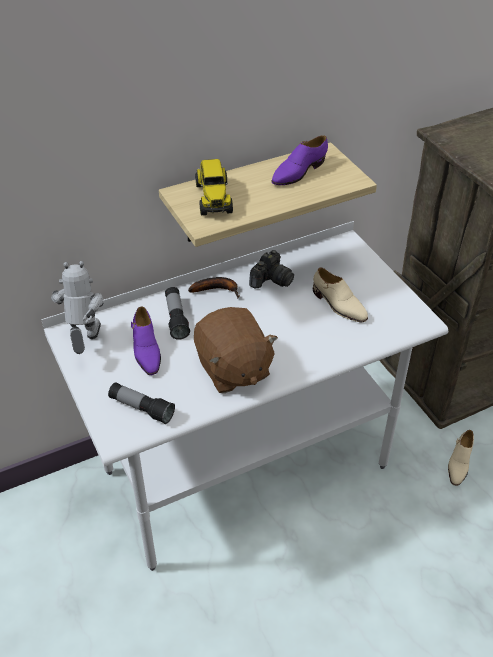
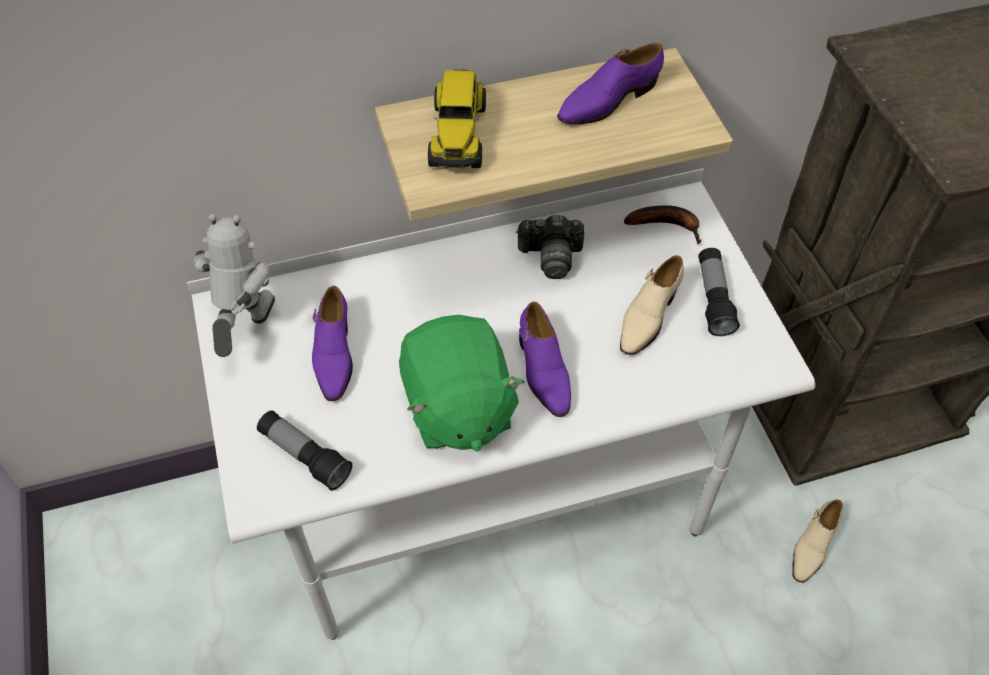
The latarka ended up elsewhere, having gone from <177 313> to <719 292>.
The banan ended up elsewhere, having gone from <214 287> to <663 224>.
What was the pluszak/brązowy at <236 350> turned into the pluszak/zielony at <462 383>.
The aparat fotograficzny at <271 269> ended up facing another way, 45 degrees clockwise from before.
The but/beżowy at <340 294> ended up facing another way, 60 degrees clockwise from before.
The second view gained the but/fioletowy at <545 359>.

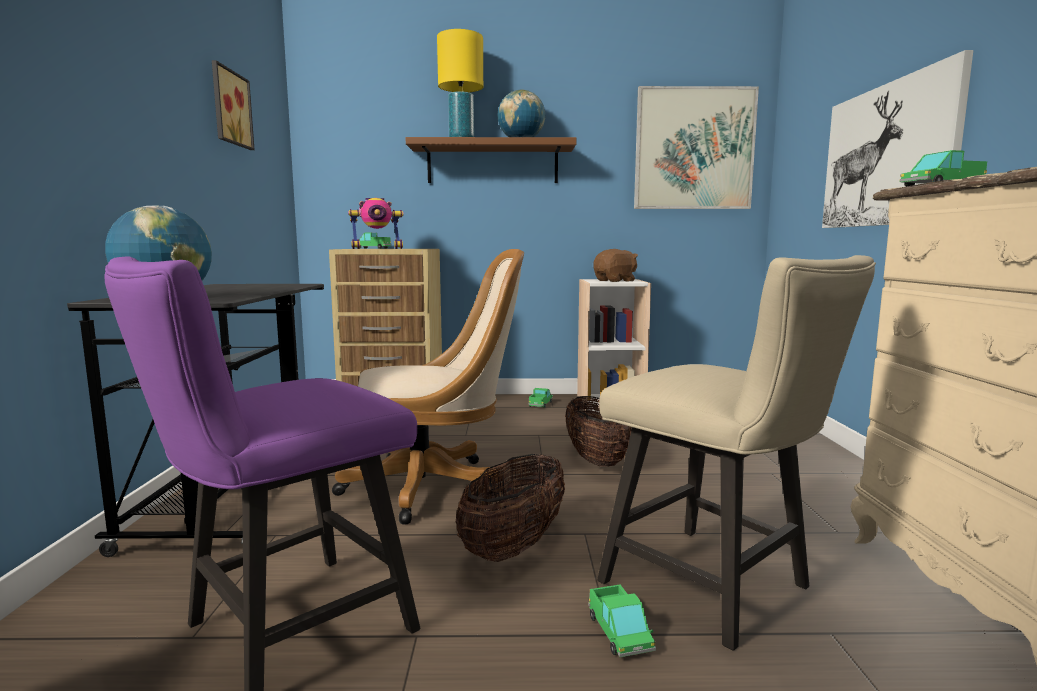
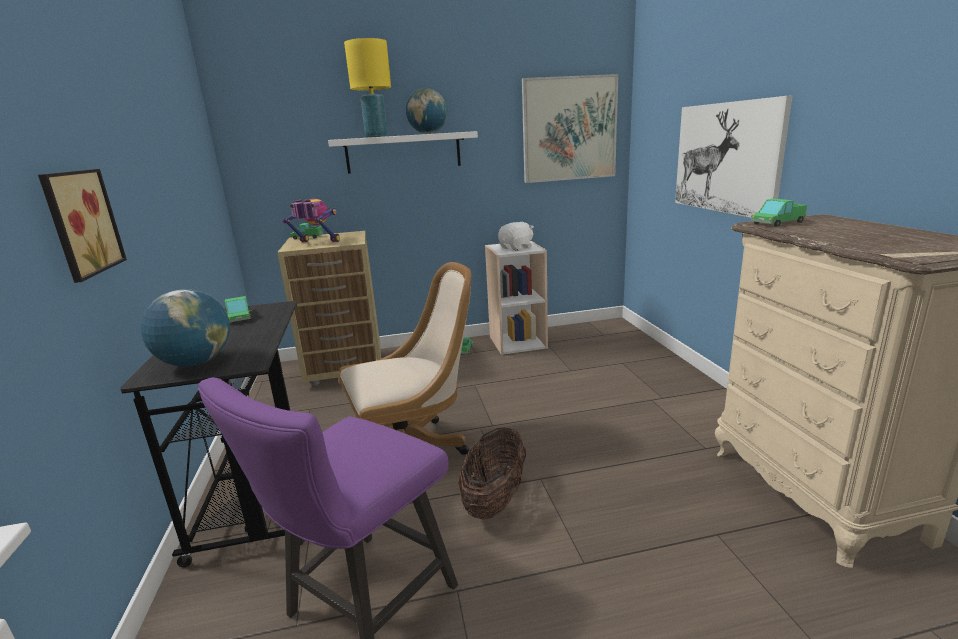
The obraz ended up elsewhere, having gone from <233 105> to <82 226>.
The robot zabawkowy at <376 223> ended up facing another way, 135 degrees counterclockwise from before.
What was the półka/brązowy at <491 160> turned into the półka/biały at <403 152>.
The second view lost the koszyk at <598 431>.
The ciężarówka zabawkowa ended up elsewhere, having gone from <622 621> to <238 309>.
What was the pluszak/brązowy at <615 265> turned into the pluszak/biały at <516 236>.
The second view lost the krzesło/beżowy at <736 453>.

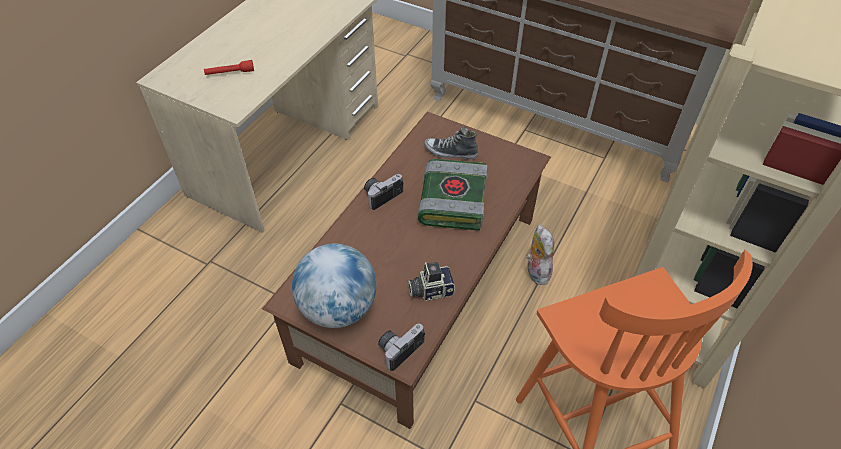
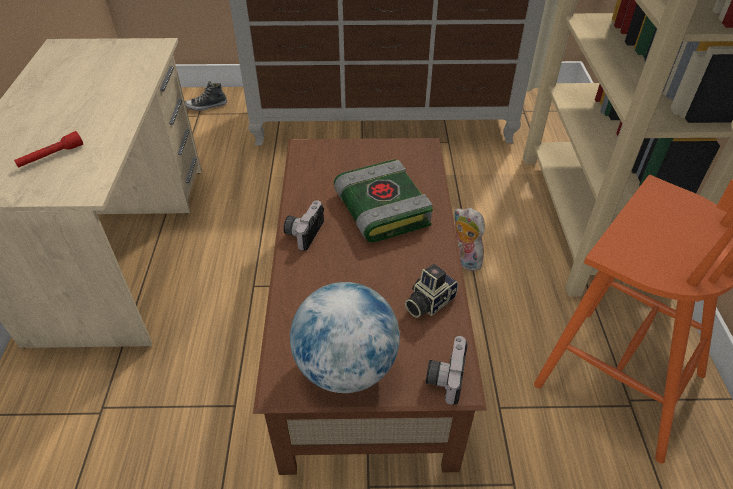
The but ended up elsewhere, having gone from <451 143> to <206 96>.

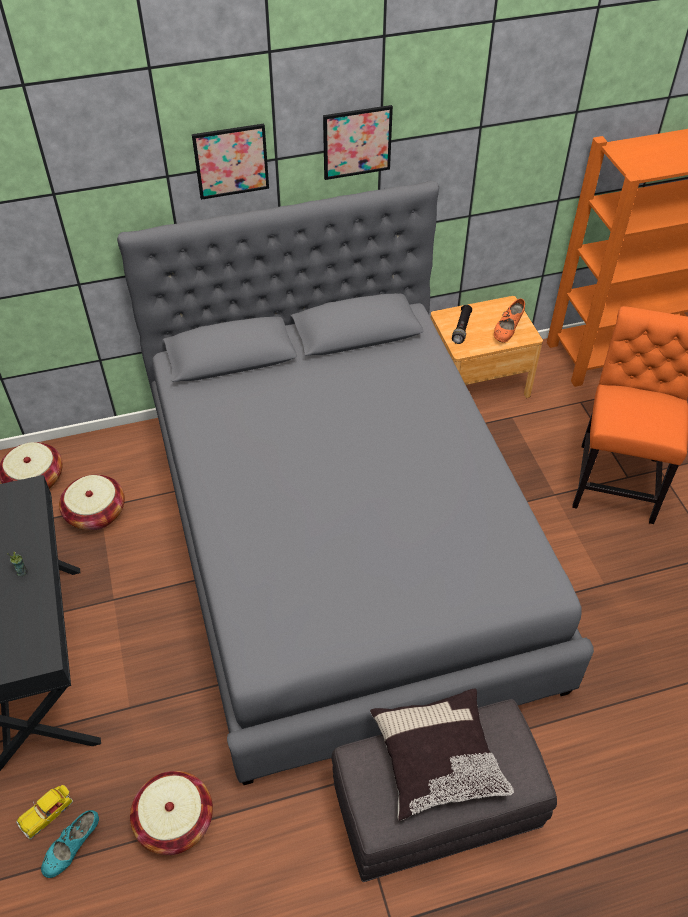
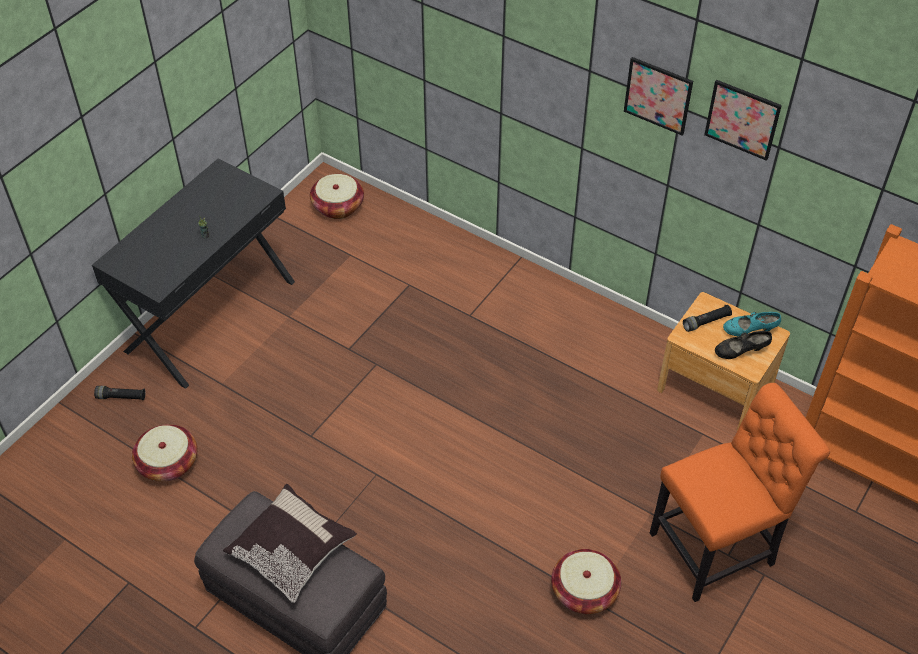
Where the samochodzik stood at <44 812>, the latarka/czarny came to stand at <119 393>.
The but/turkusowy ended up elsewhere, having gone from <70 844> to <752 324>.
The koszyk ended up elsewhere, having gone from <92 502> to <586 581>.
The second view lost the łóżko/szary at <355 483>.
The obraz ended up elsewhere, having gone from <230 162> to <743 120>.
What was the but/pomarańczowy at <509 320> turned into the but/czarny at <743 345>.

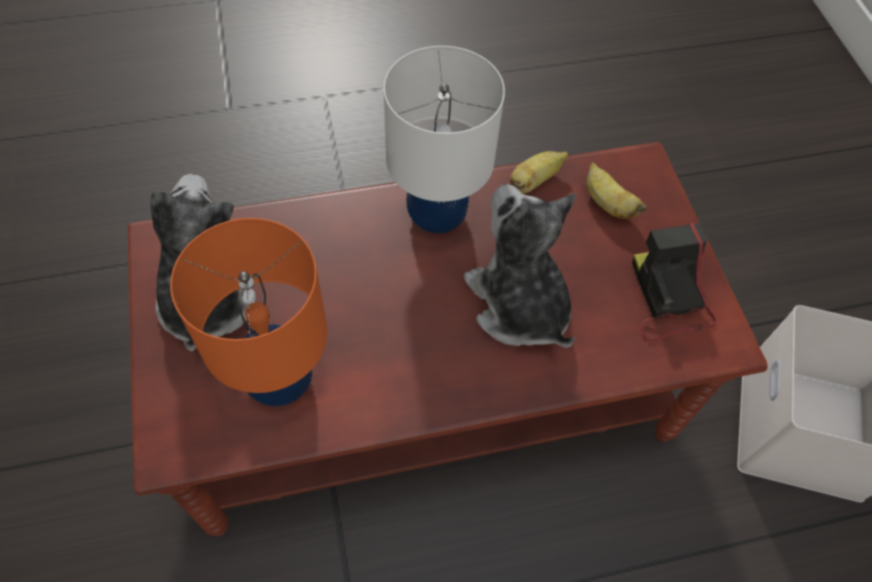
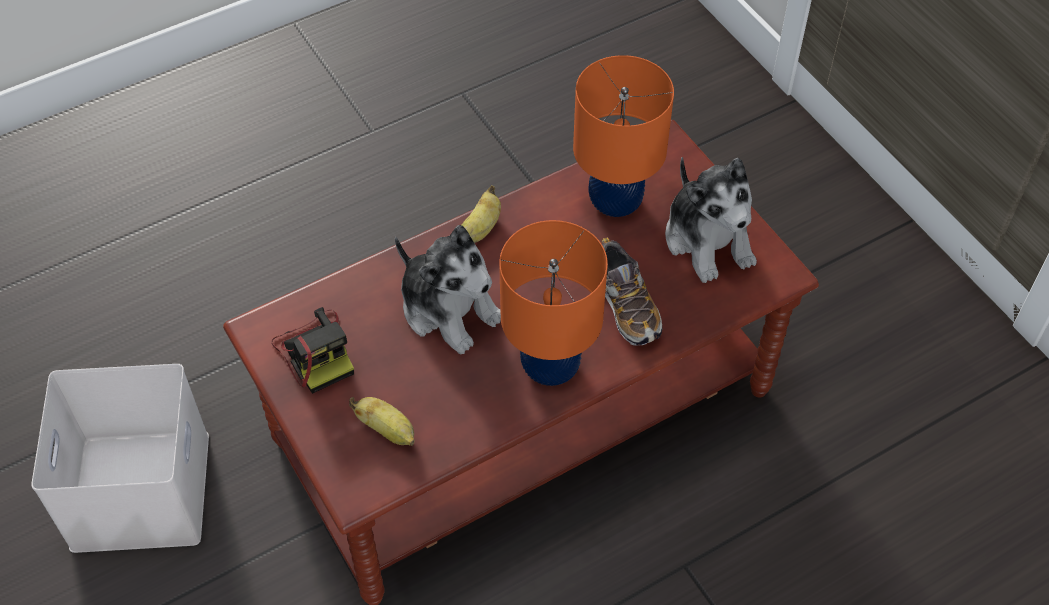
What was the lampa stołowa/biały at <444 140> turned into the lampa stołowa/pomarańczowy at <553 303>.
The banan ended up elsewhere, having gone from <539 172> to <481 214>.
The second view gained the but at <632 292>.

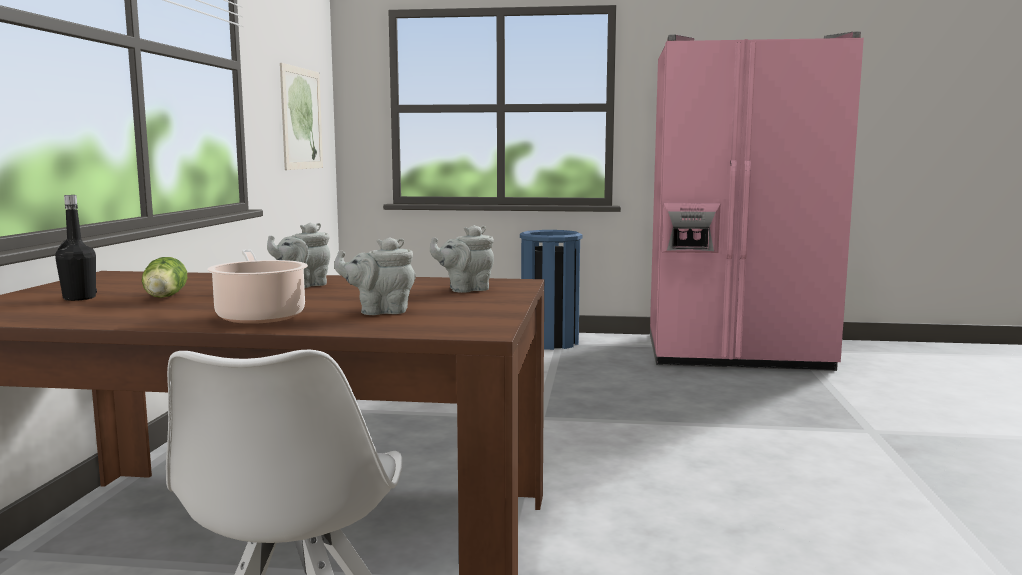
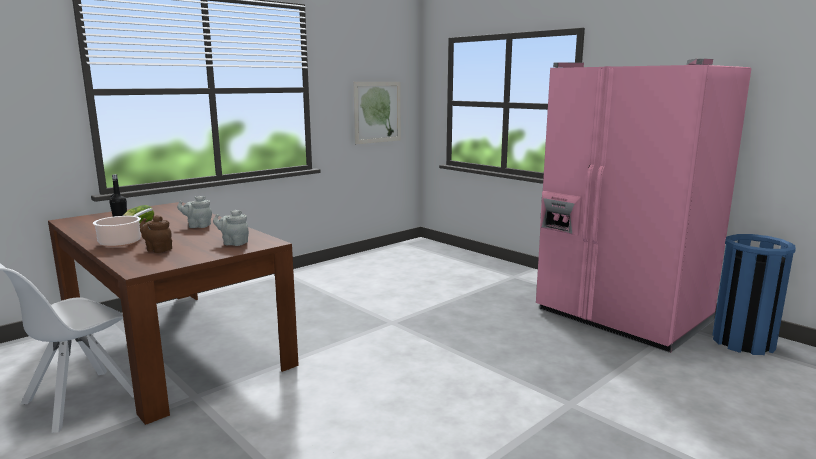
What was the imbryk/szary at <375 276> turned into the imbryk/brązowy at <156 234>.
The kosz na śmieci/niebieski ended up elsewhere, having gone from <551 290> to <754 294>.

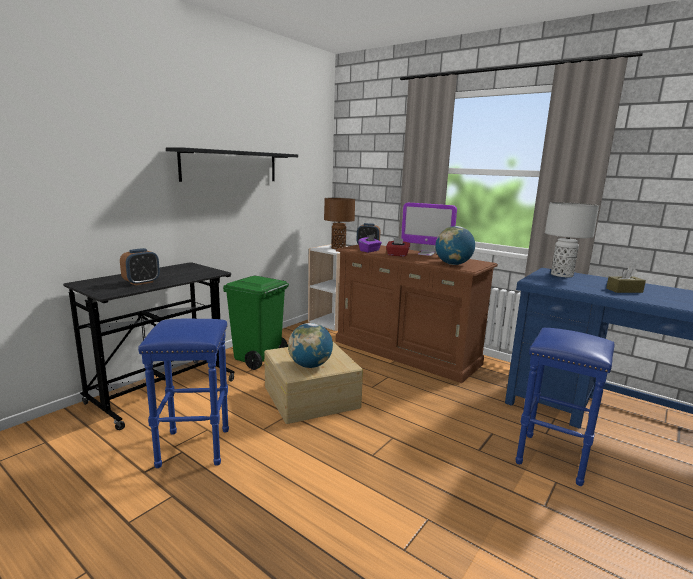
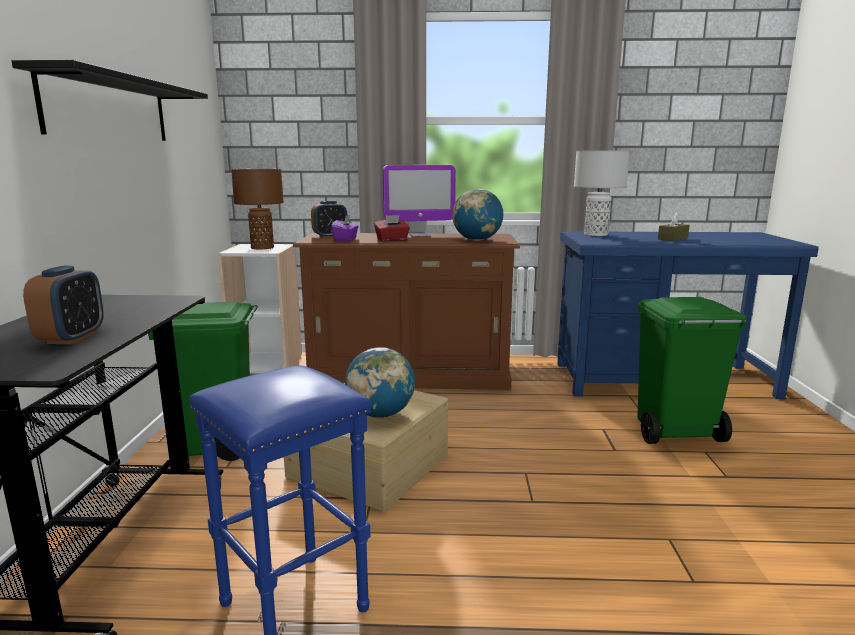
Where the stołek/niebieski stood at <565 407>, the kosz na śmieci/zielony came to stand at <691 370>.

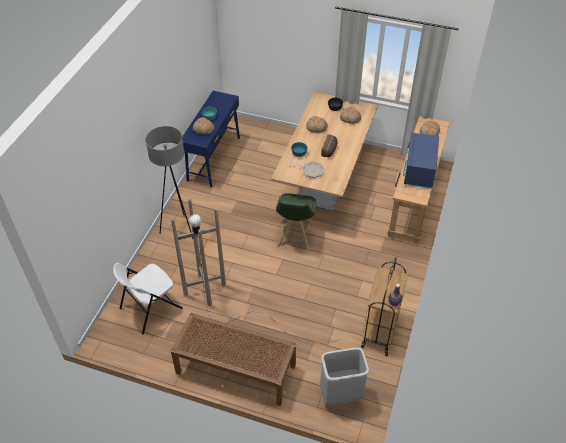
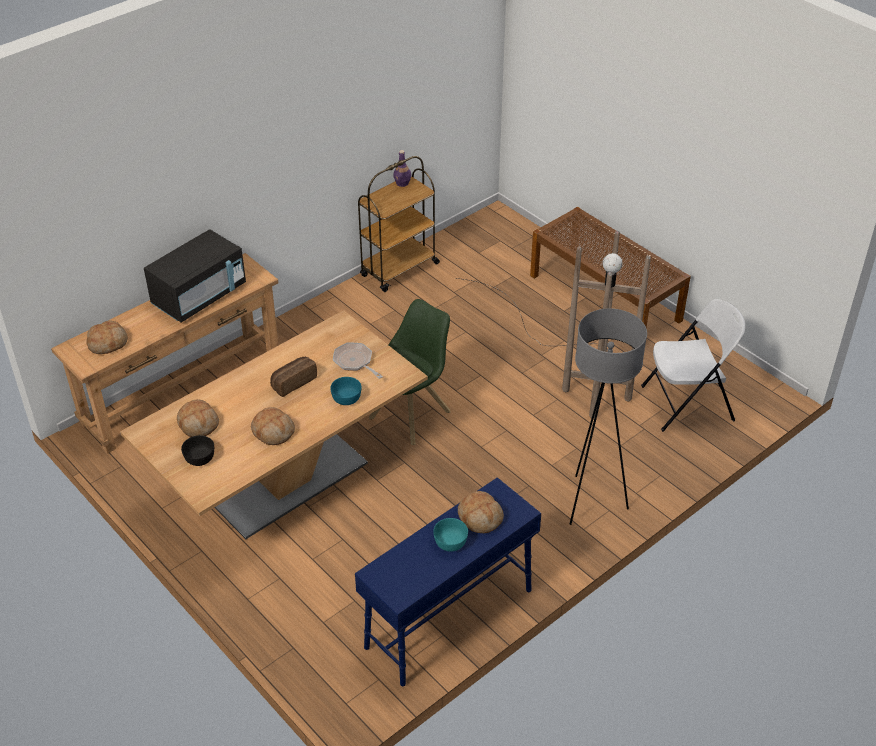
The second view lost the kosz na śmieci/szary at <344 376>.
What was the mikrofalówka/niebieski at <421 161> turned into the mikrofalówka/czarny at <195 276>.

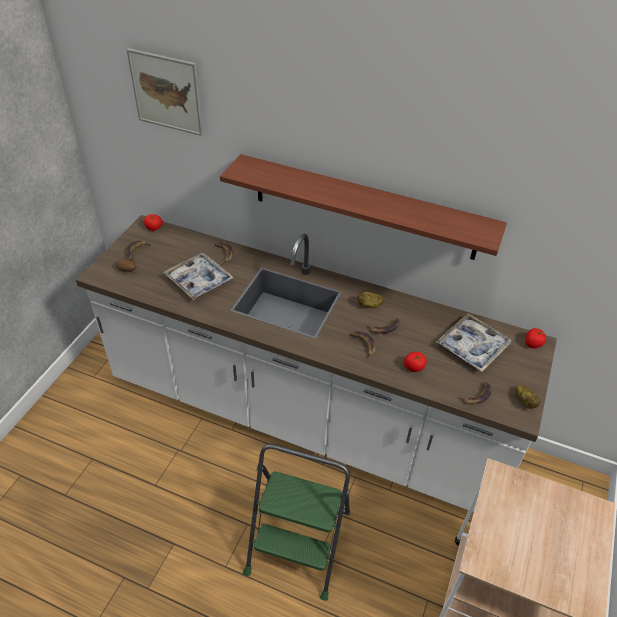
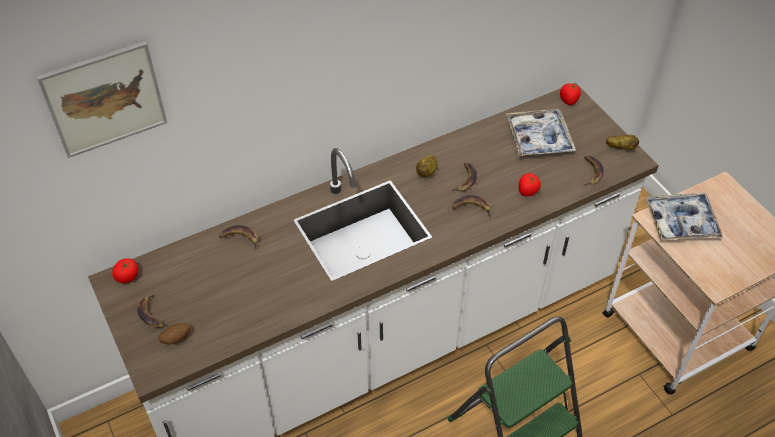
The taca ended up elsewhere, having gone from <198 276> to <685 217>.
The second view lost the półka at <363 207>.

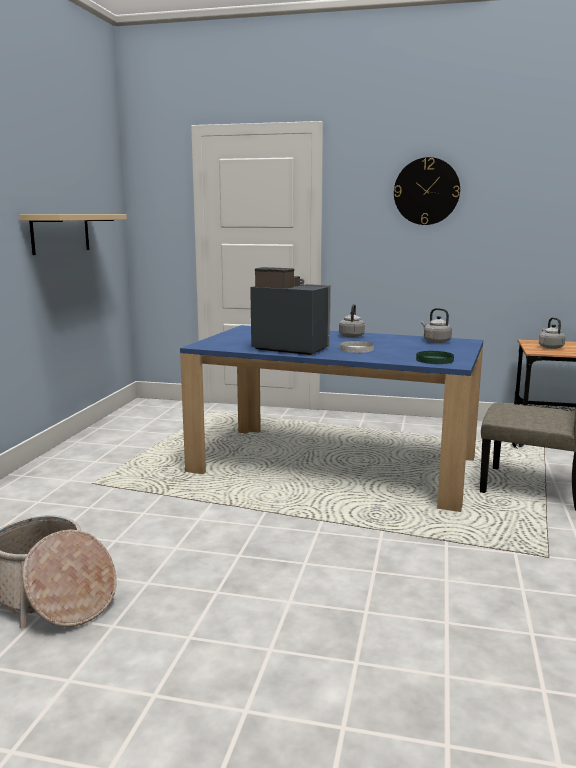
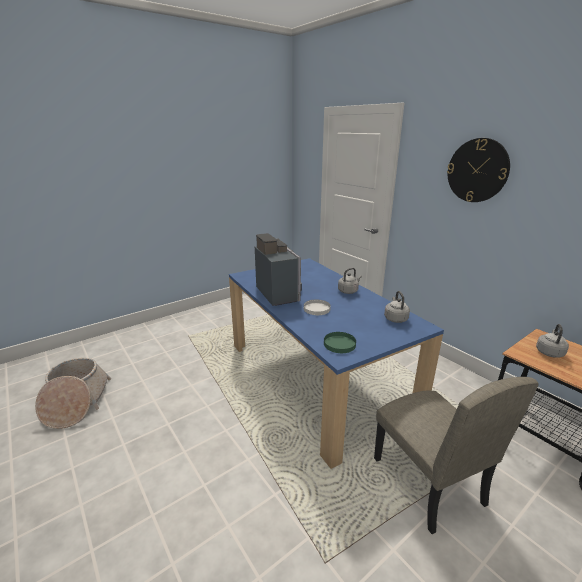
The second view lost the półka/beżowy at <73 234>.

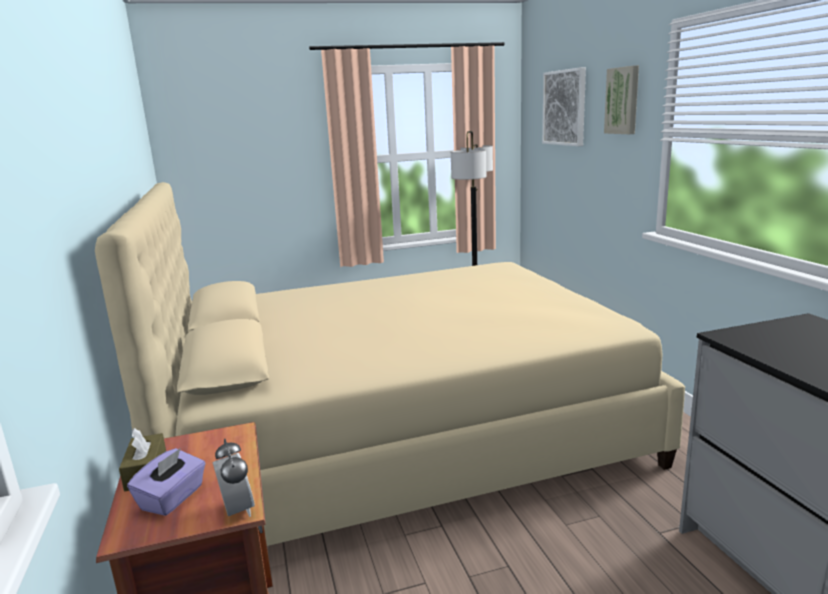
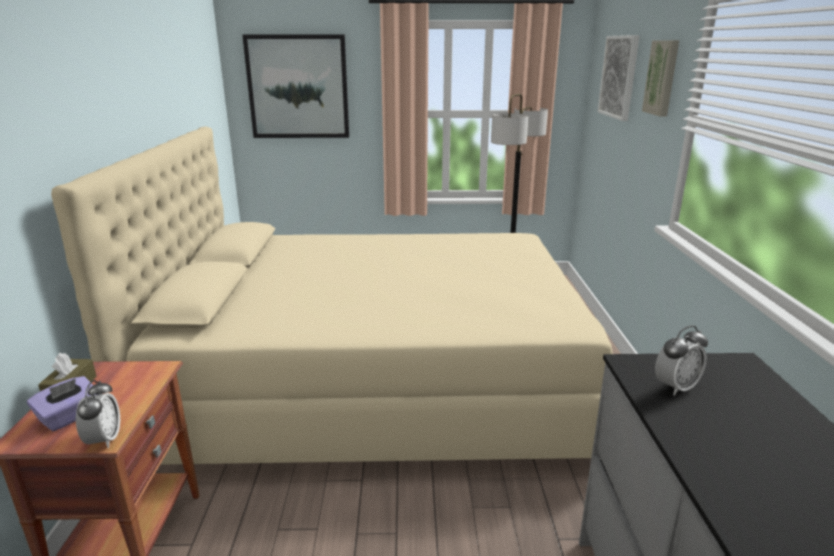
The second view gained the obraz at <295 86>.
The second view gained the budzik at <681 360>.

